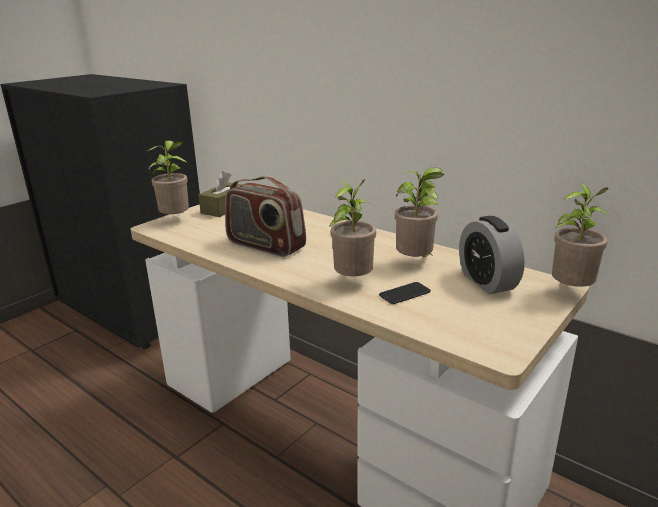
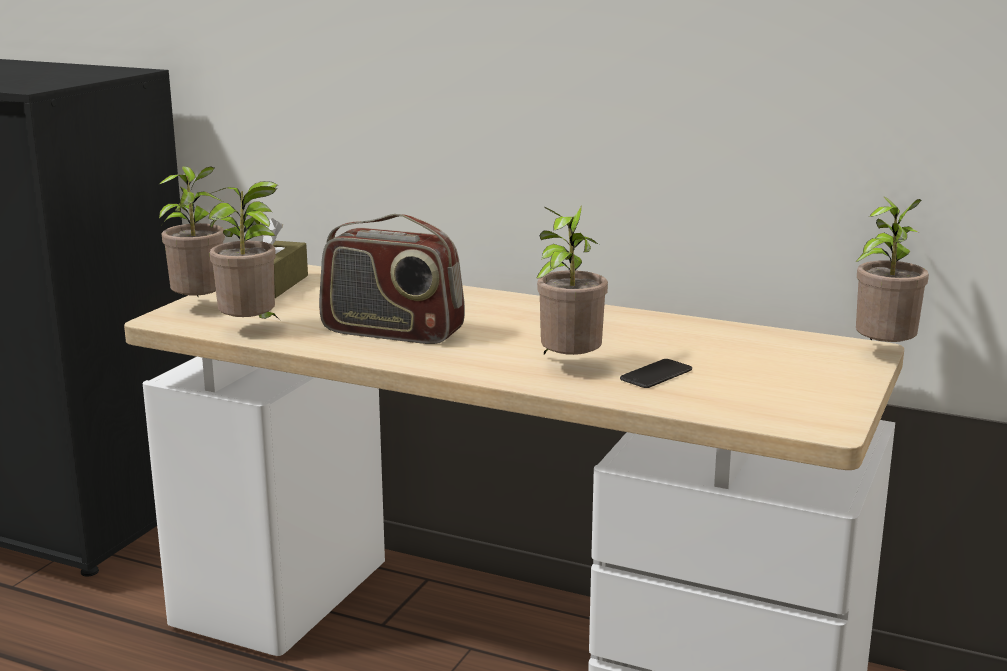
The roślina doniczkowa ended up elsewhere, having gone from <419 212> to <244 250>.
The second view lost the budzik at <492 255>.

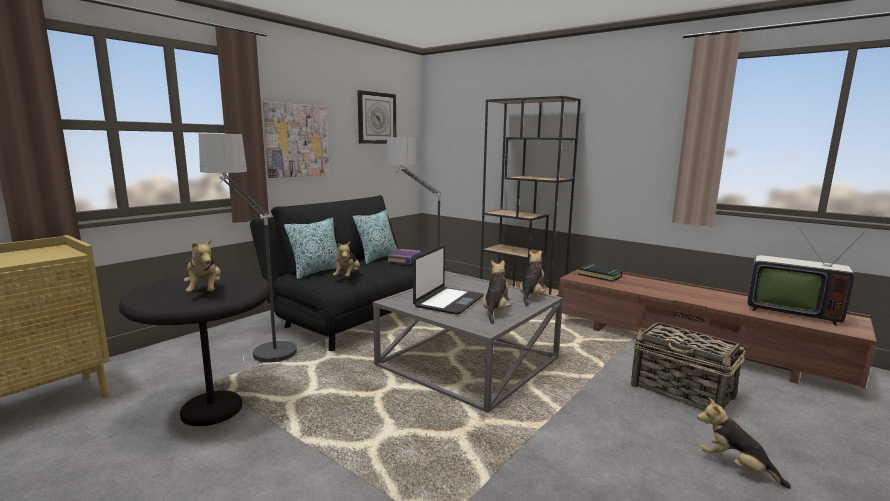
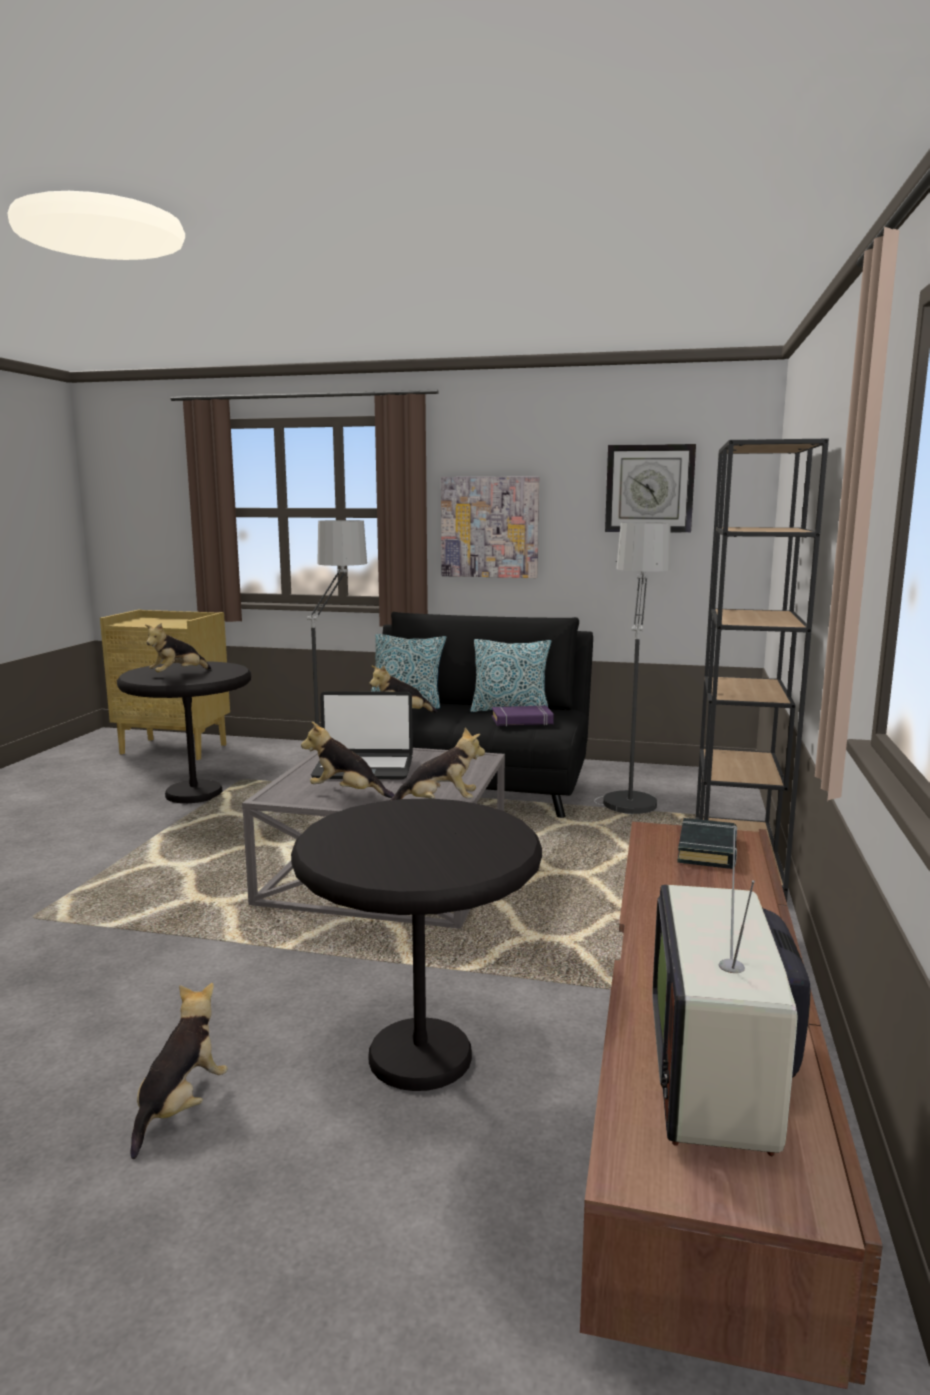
The pluszak at <497 292> ended up facing another way, 150 degrees counterclockwise from before.
Where the koszyk stood at <688 366>, the stolik/czarny came to stand at <416 944>.

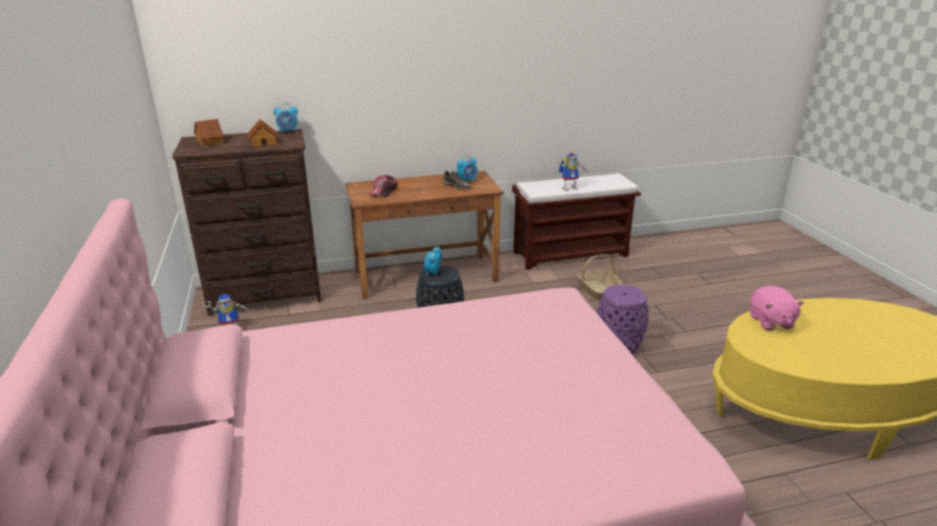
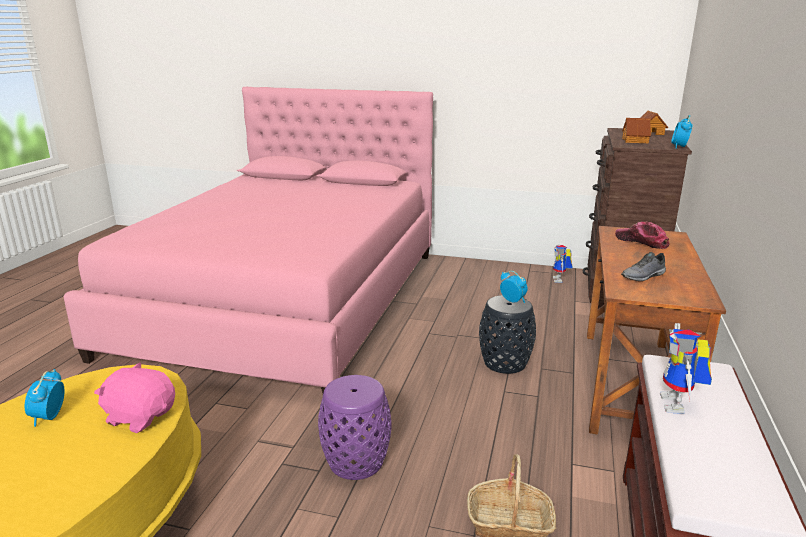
The budzik ended up elsewhere, having gone from <467 168> to <45 398>.

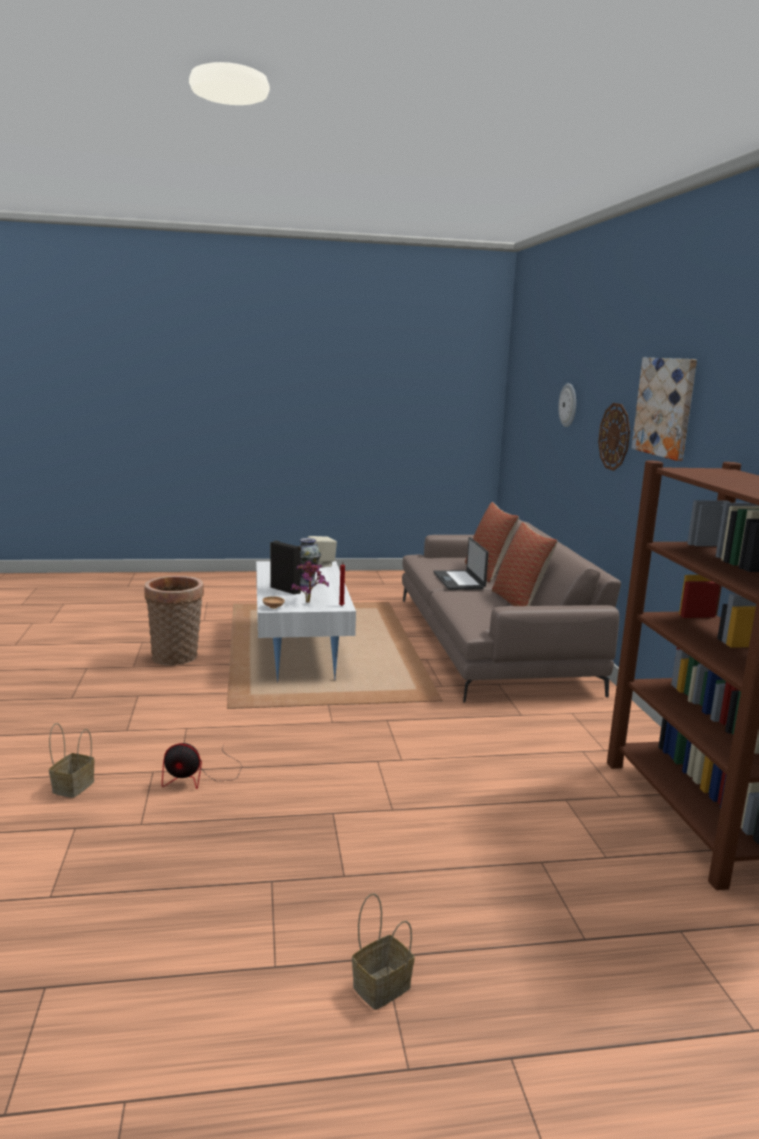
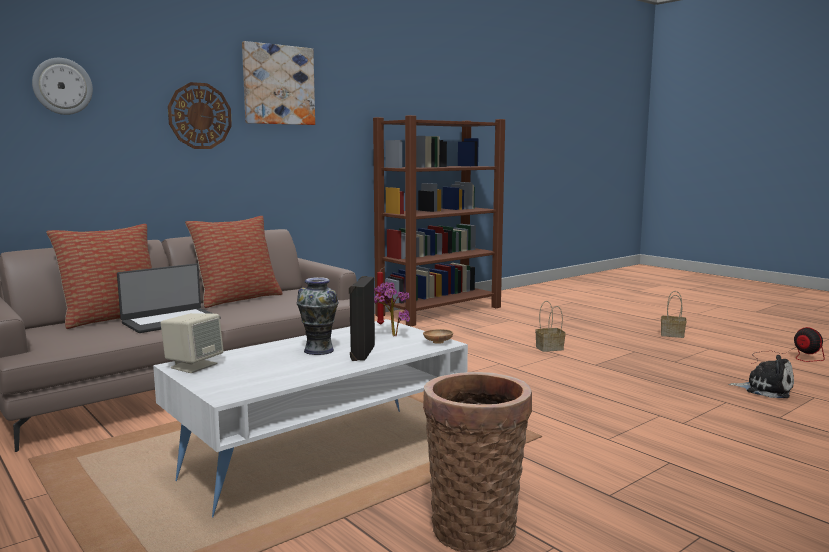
The koszyk ended up elsewhere, having gone from <72 760> to <550 326>.
The wentylator ended up elsewhere, having gone from <202 766> to <788 345>.
The second view gained the pluszak at <761 376>.

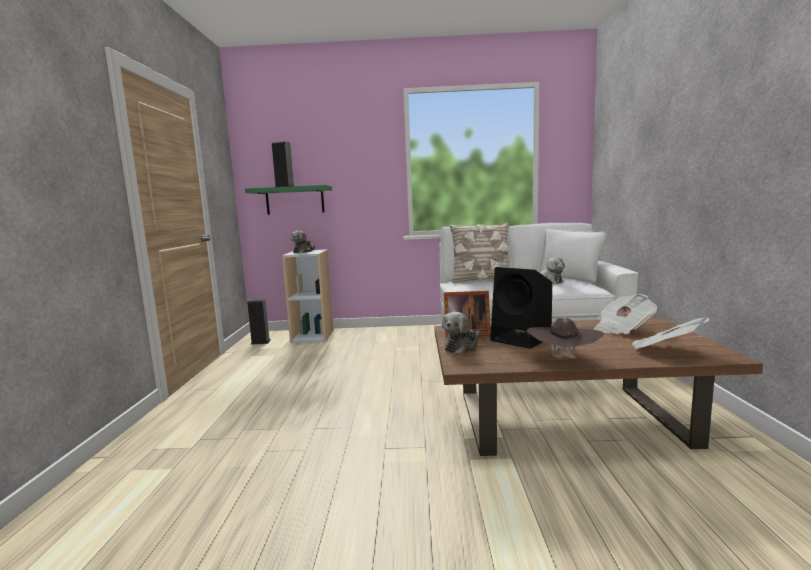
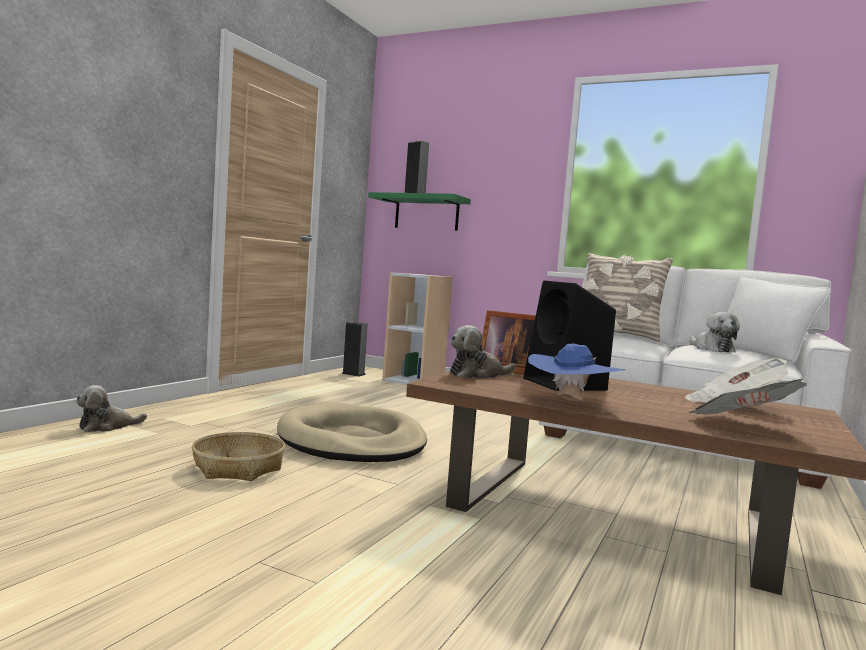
The pluszak ended up elsewhere, having gone from <303 242> to <111 408>.
What was the kapelusz/brązowy at <565 338> turned into the kapelusz/niebieski at <576 373>.
The second view gained the koszyk at <238 456>.
The second view gained the legowisko/beżowy at <352 432>.

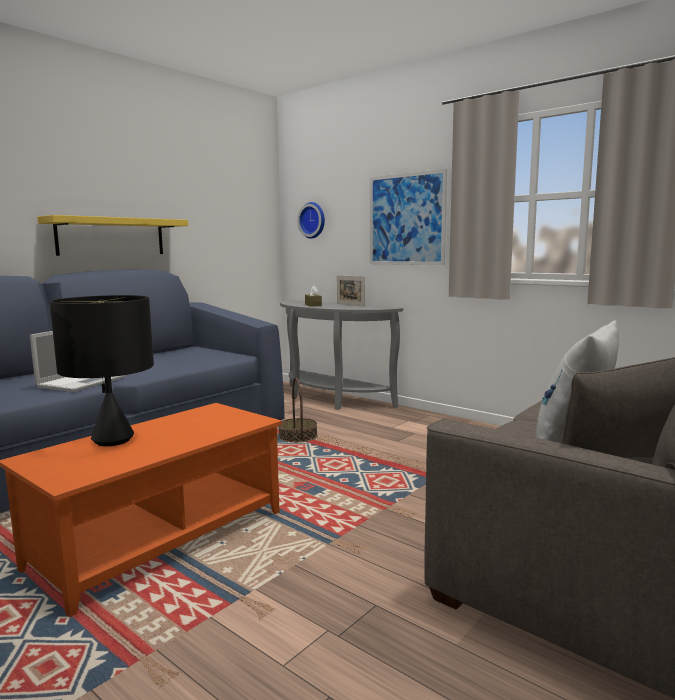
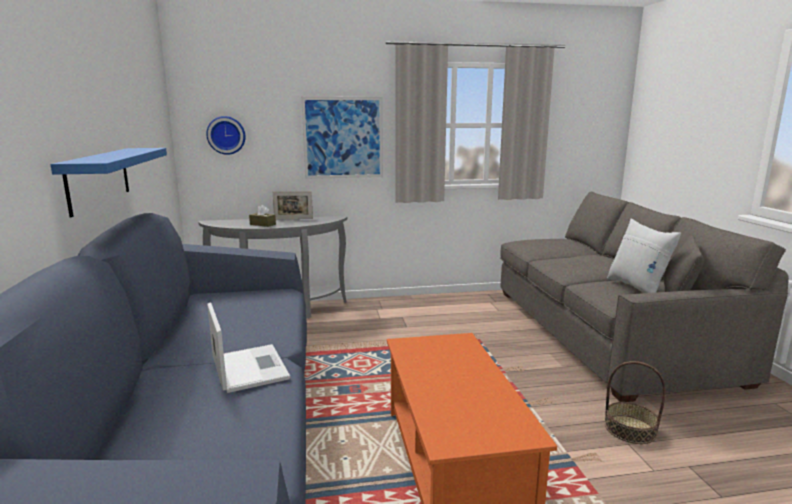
What was the półka/żółty at <112 235> turned into the półka/niebieski at <108 182>.
The second view lost the lampa stołowa/czarny at <102 370>.
The koszyk ended up elsewhere, having gone from <298 410> to <635 402>.

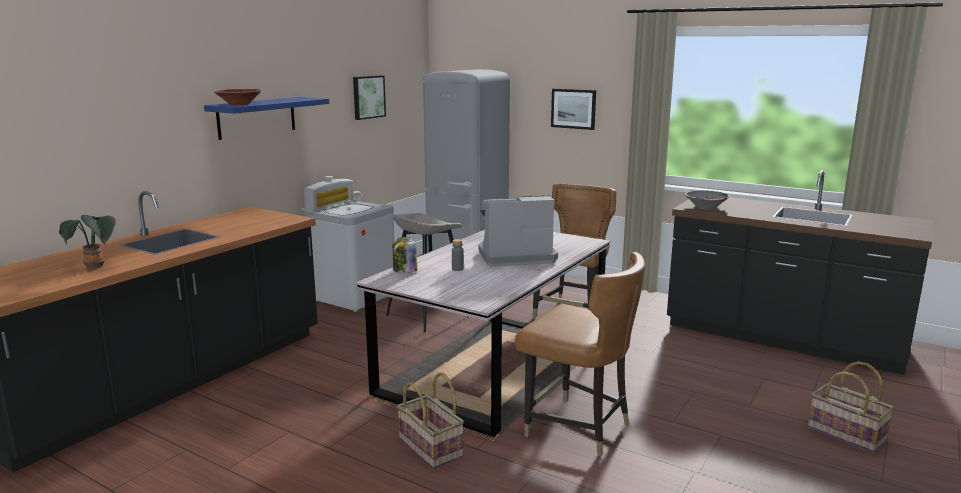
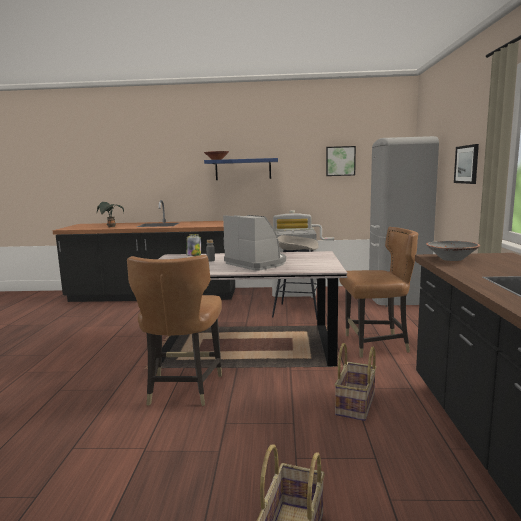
The koszyk ended up elsewhere, having gone from <430 421> to <355 382>.

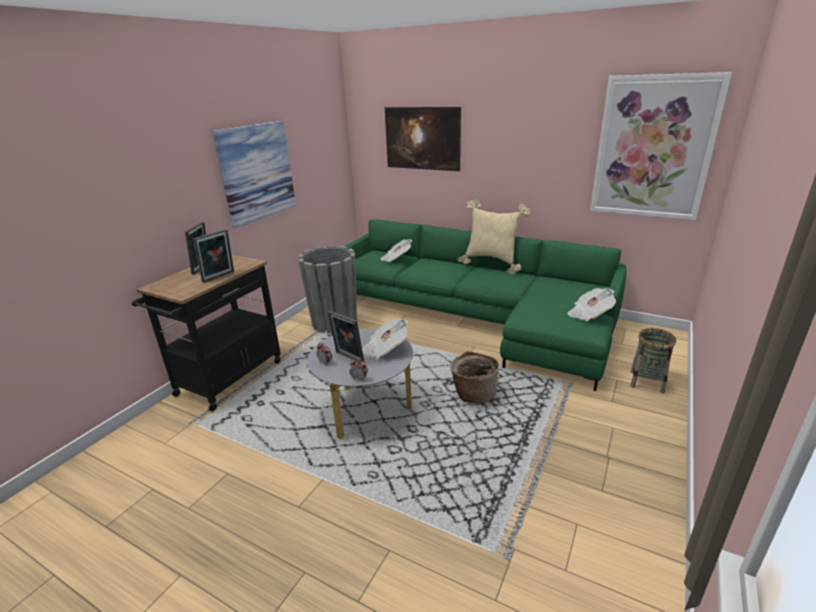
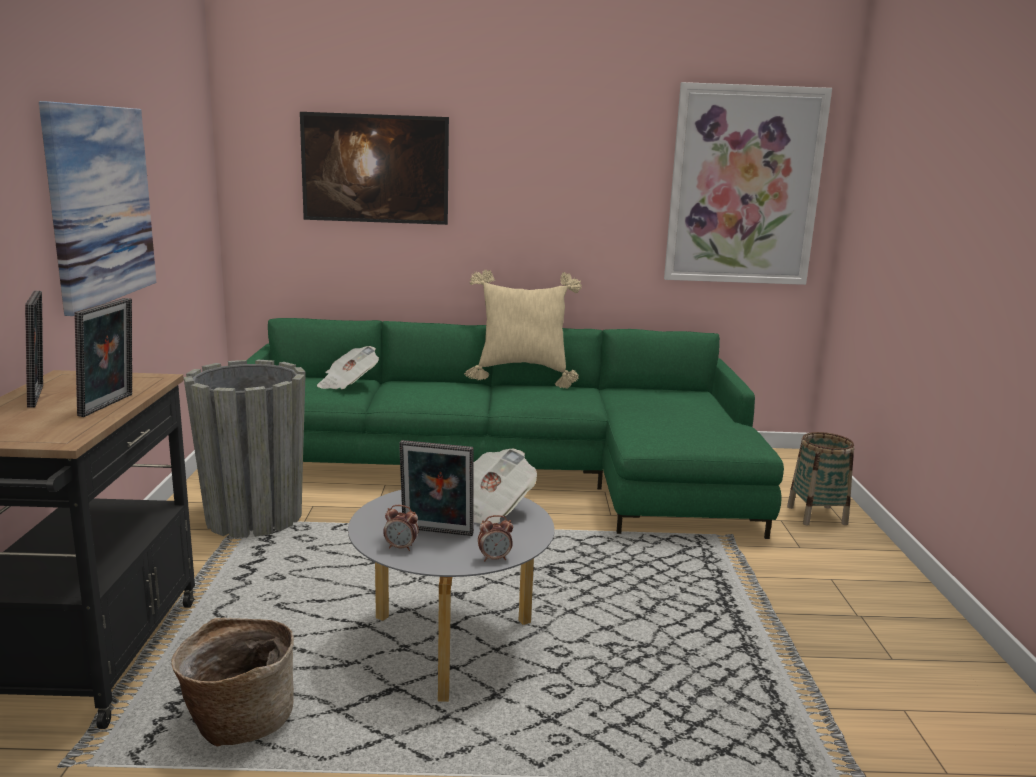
The koszyk ended up elsewhere, having gone from <474 377> to <232 682>.
The second view lost the gazeta at <591 304>.

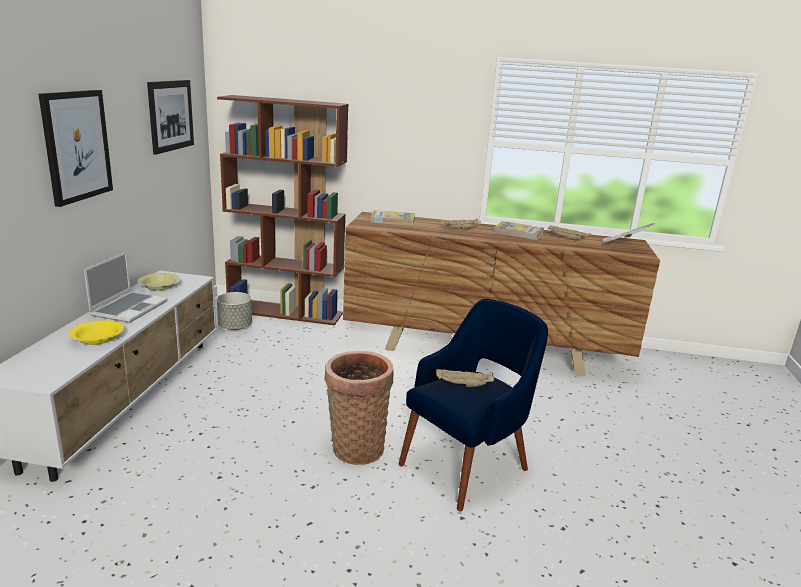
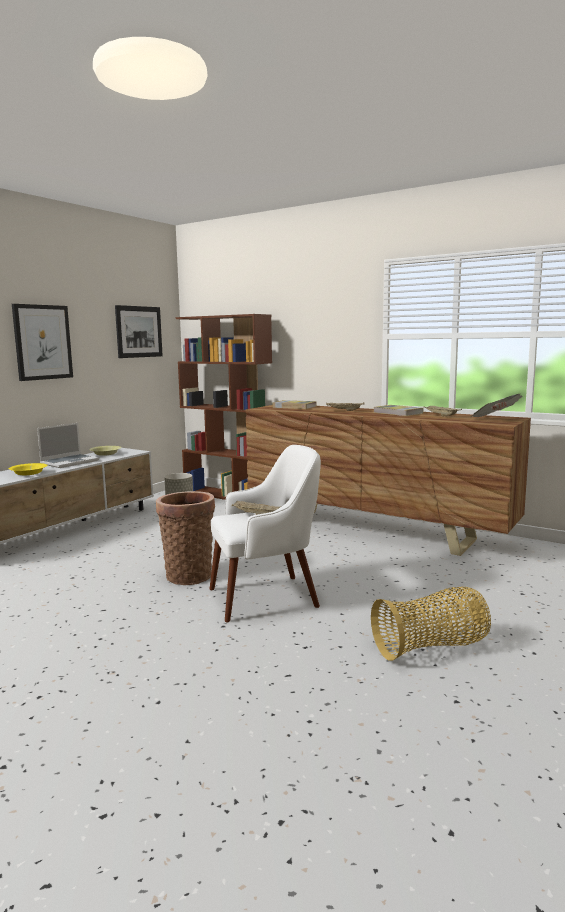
What was the fotel/niebieski at <473 405> turned into the fotel/biały at <265 534>.
The second view gained the koszyk at <431 624>.

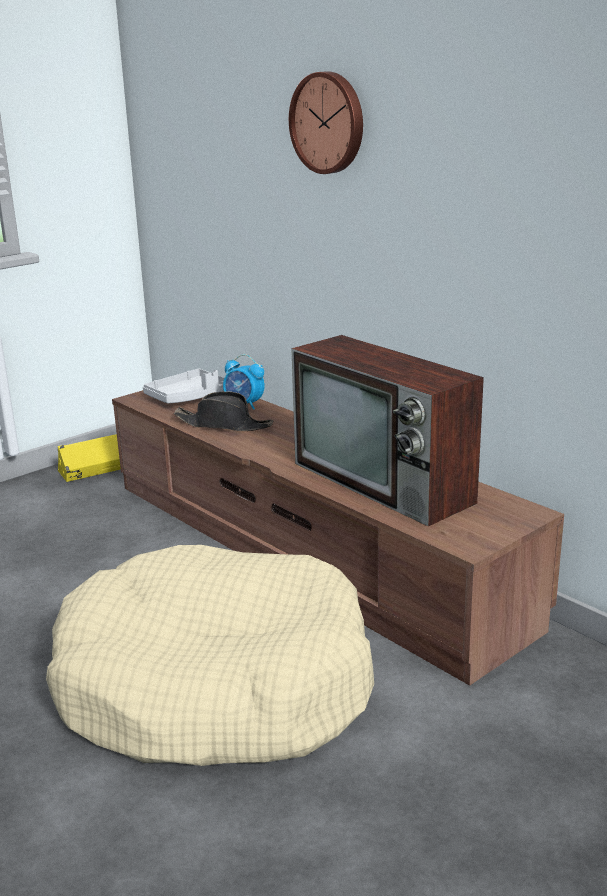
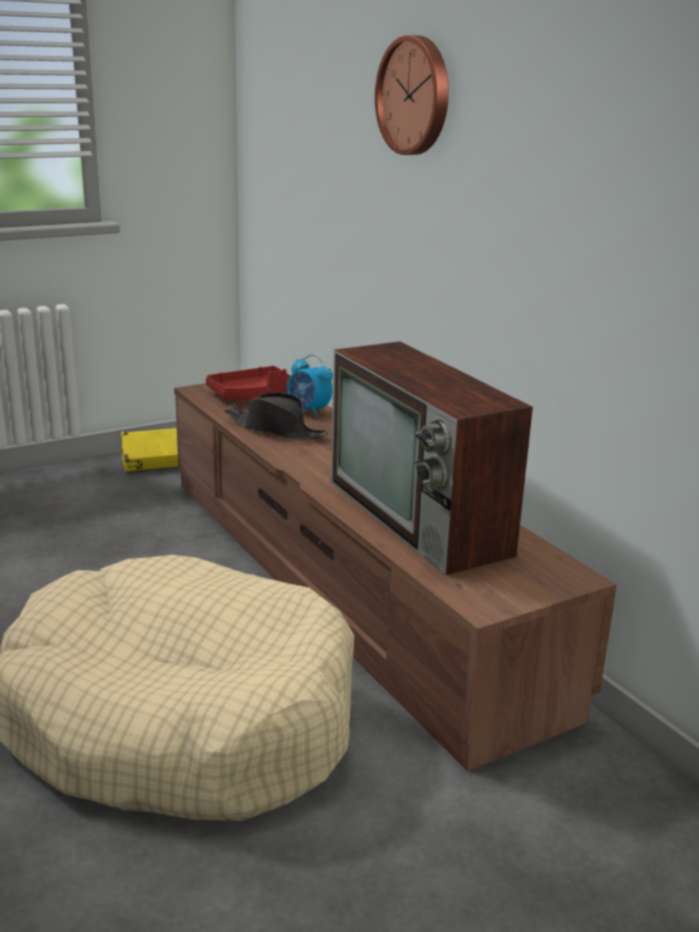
What was the taca/szary at <183 386> turned into the taca/czerwony at <248 382>.

